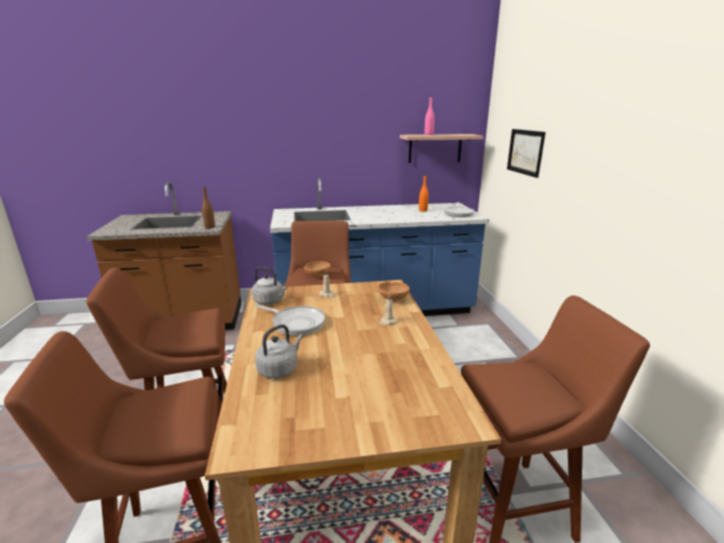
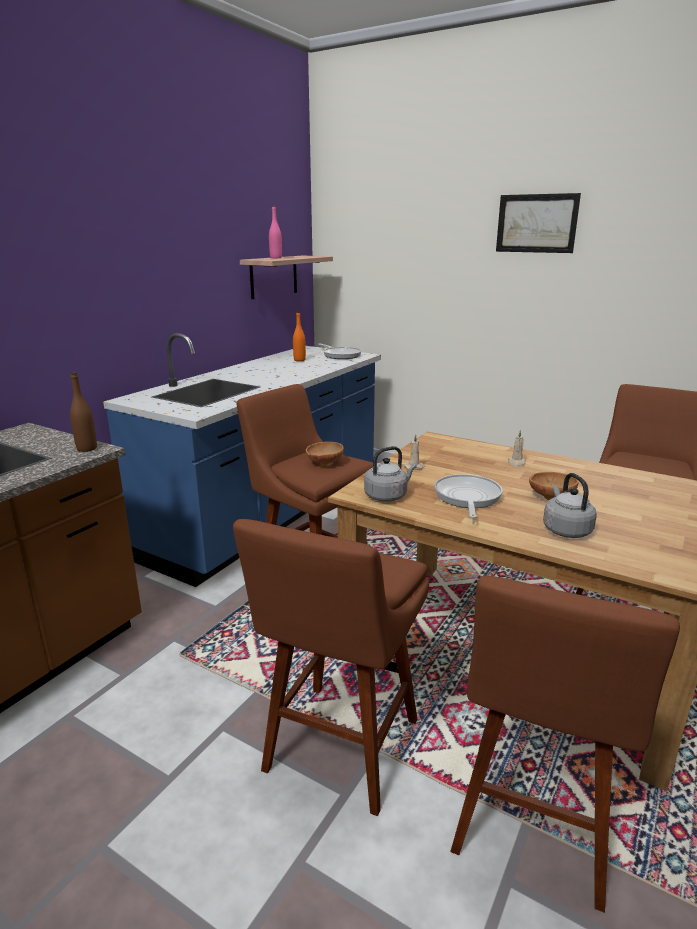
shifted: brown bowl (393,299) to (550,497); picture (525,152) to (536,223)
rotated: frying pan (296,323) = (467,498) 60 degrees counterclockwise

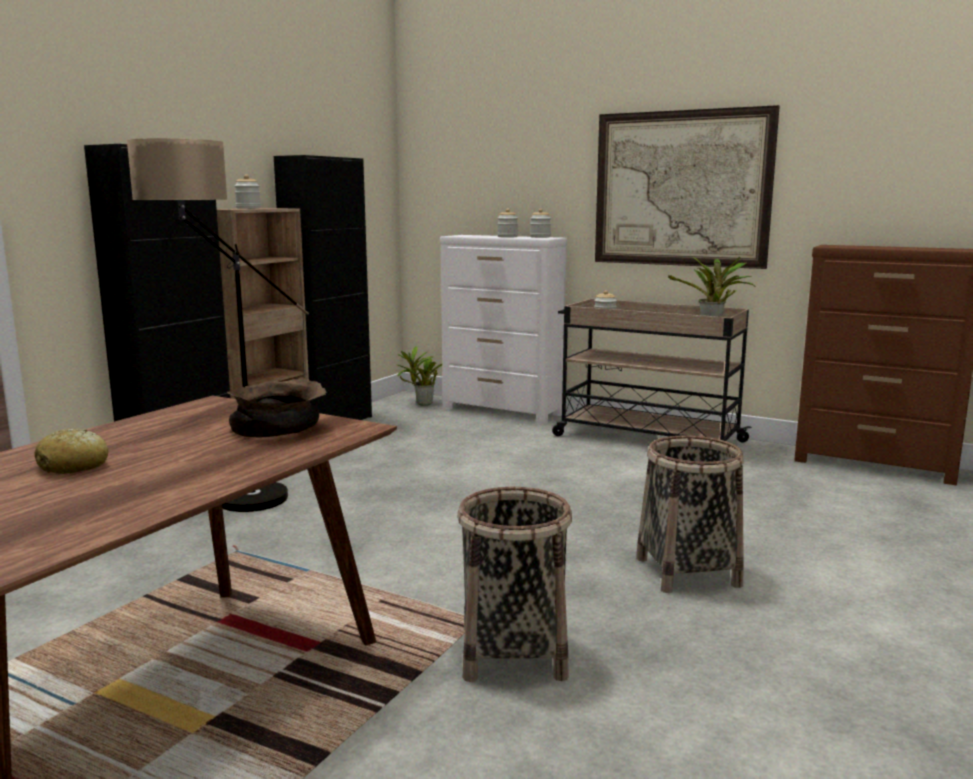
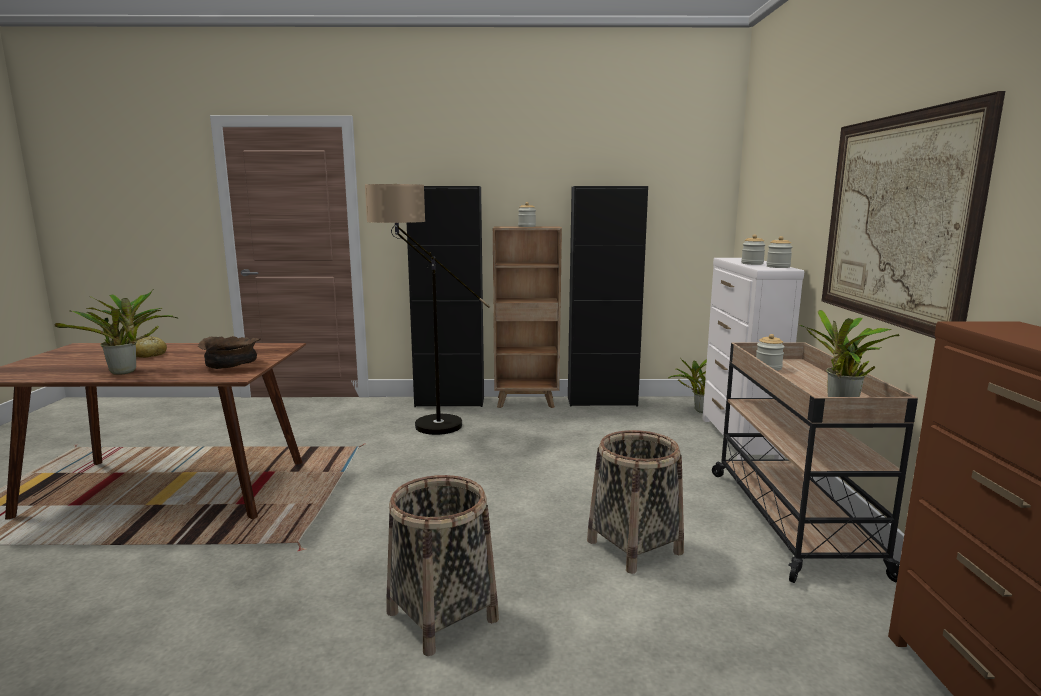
new: potted plant (127,372)
shifted: basket (513,653) to (634,547)

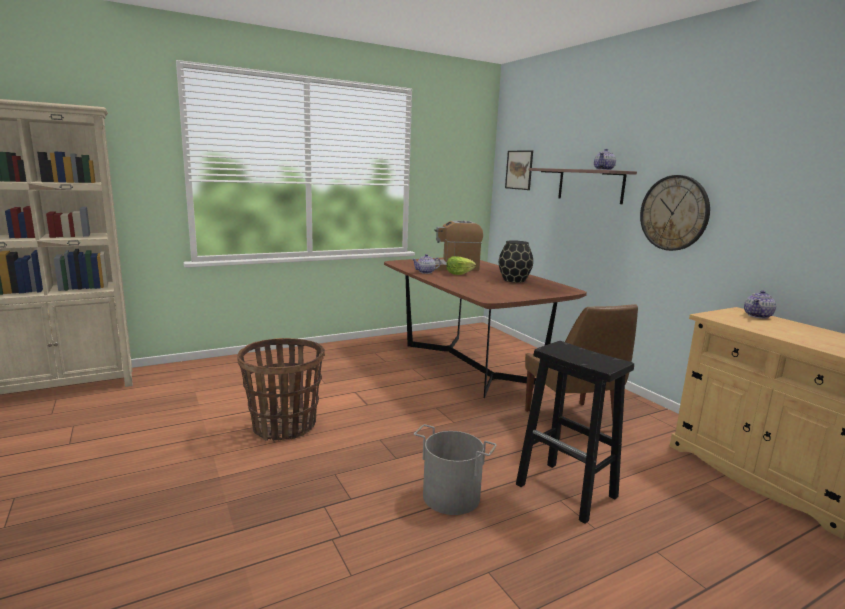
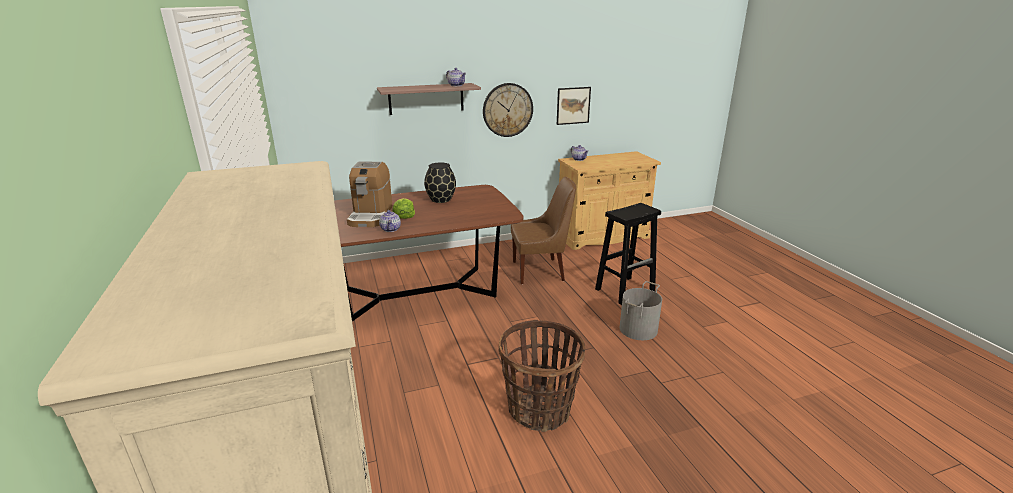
shifted: picture (519,170) to (573,105)

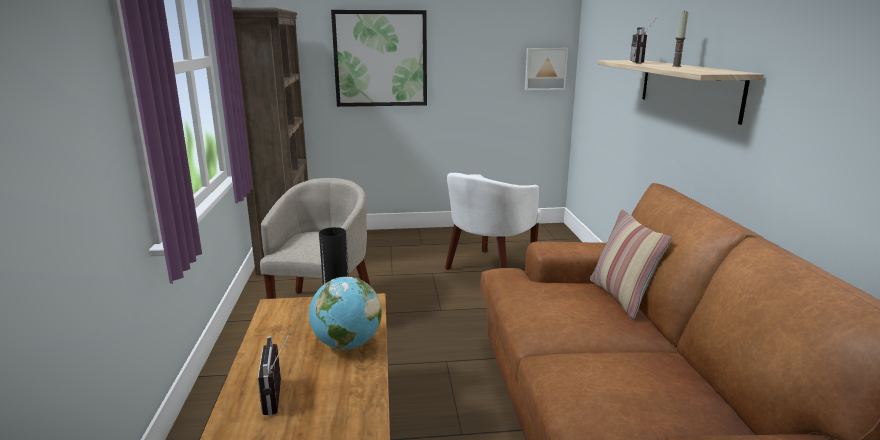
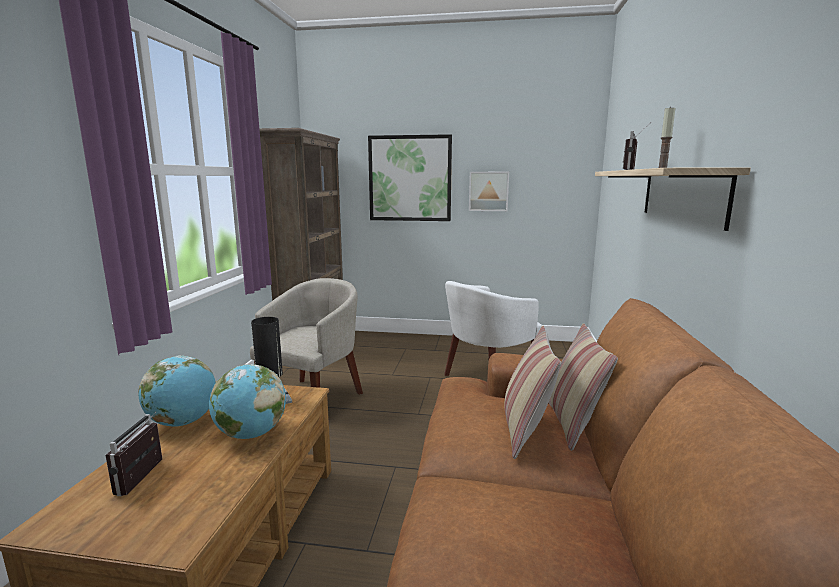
new: globe (183,422); pillow (525,430)
shifted: picture (545,68) to (488,191)

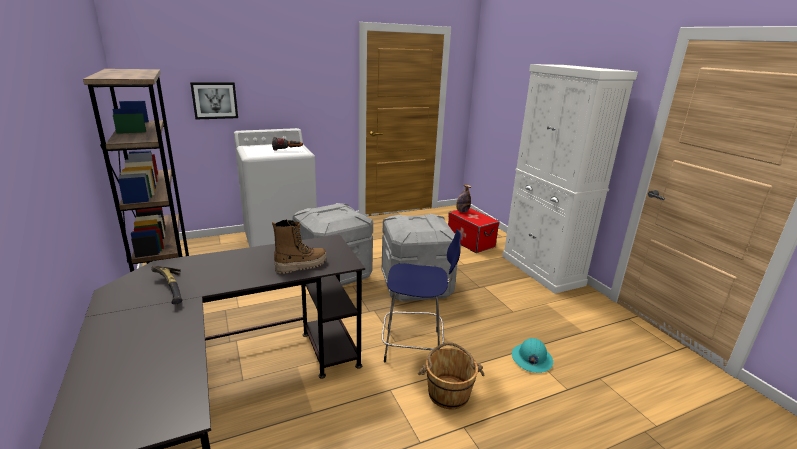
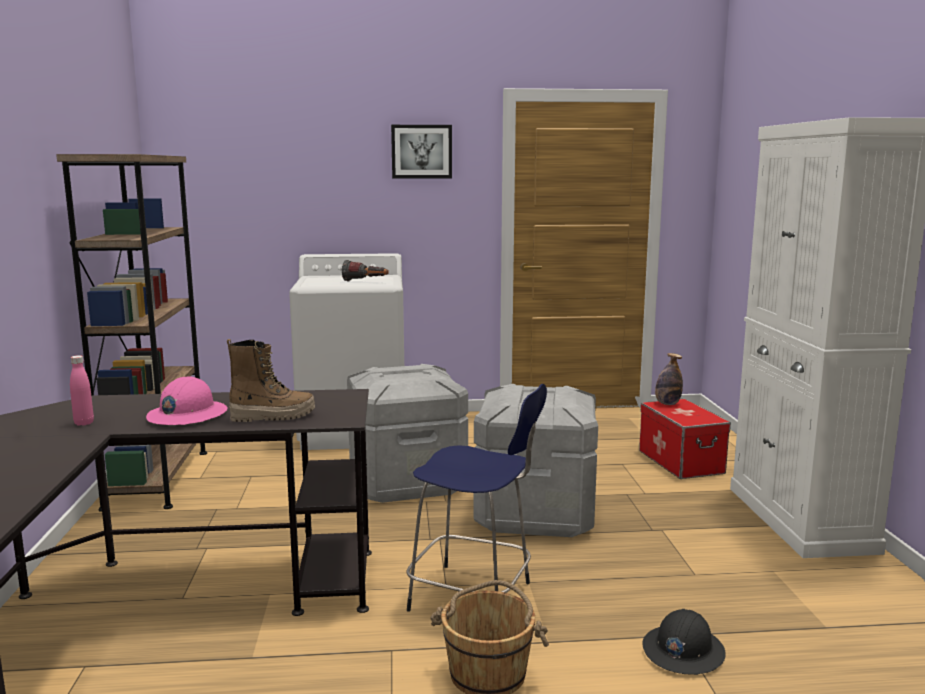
new: pink hard hat (187,415)
shifted: picture (214,100) to (421,151)
swapped: hammer (173,288) to pink bottle (84,423)
repainted: turquoise hard hat (531,359) to black hard hat (682,651)

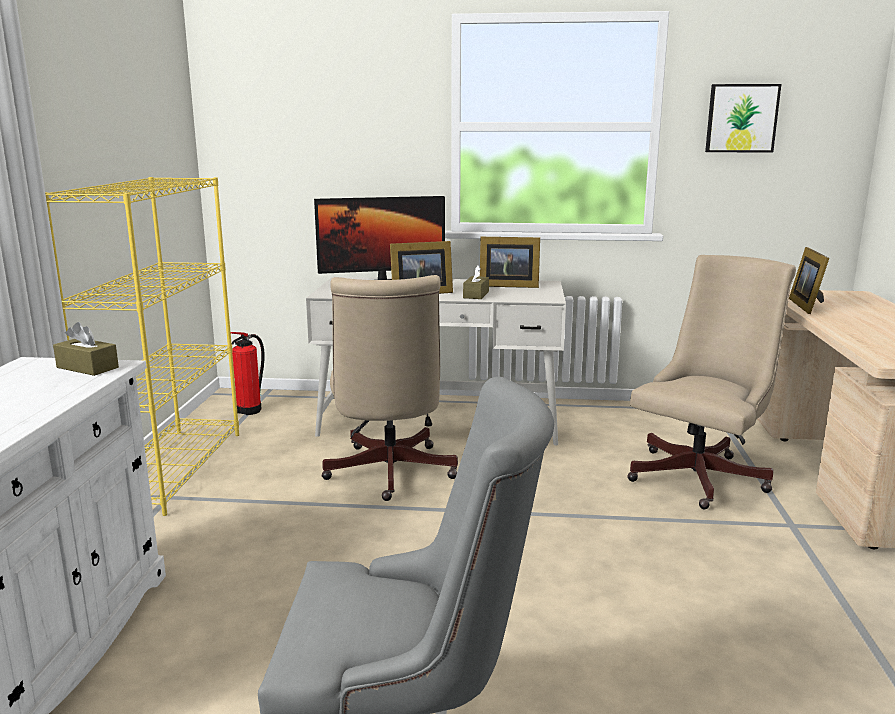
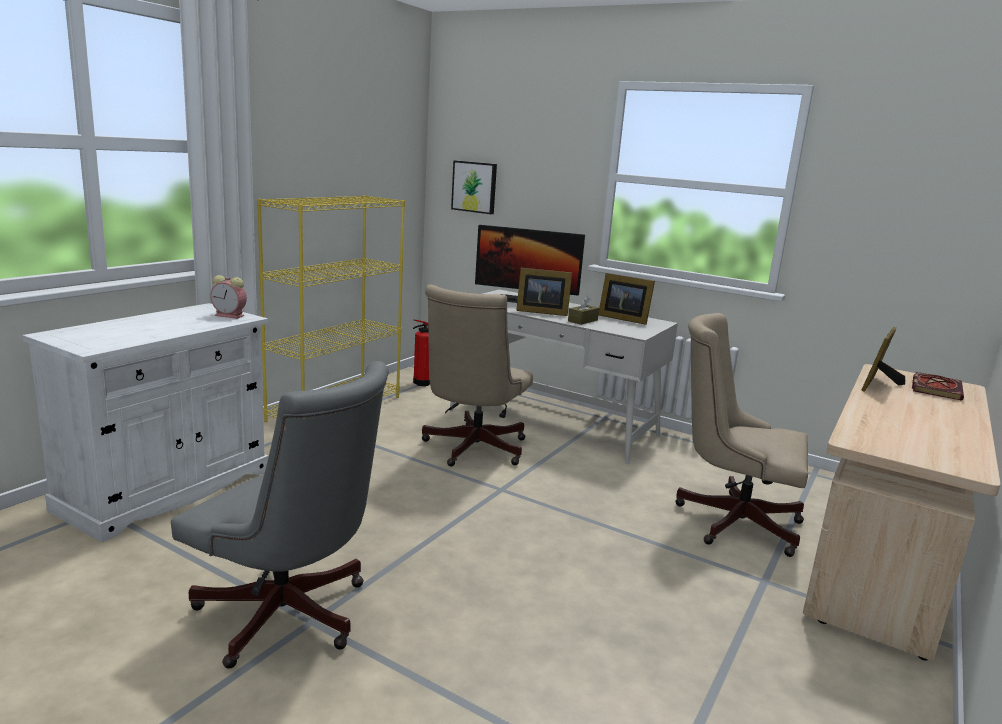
new: book (935,388)
shifted: picture (741,118) to (474,187)
swapped: brown tissue box (87,367) to alarm clock (230,316)
rotated: beige office chair (702,475) = (730,520) 135 degrees counterclockwise

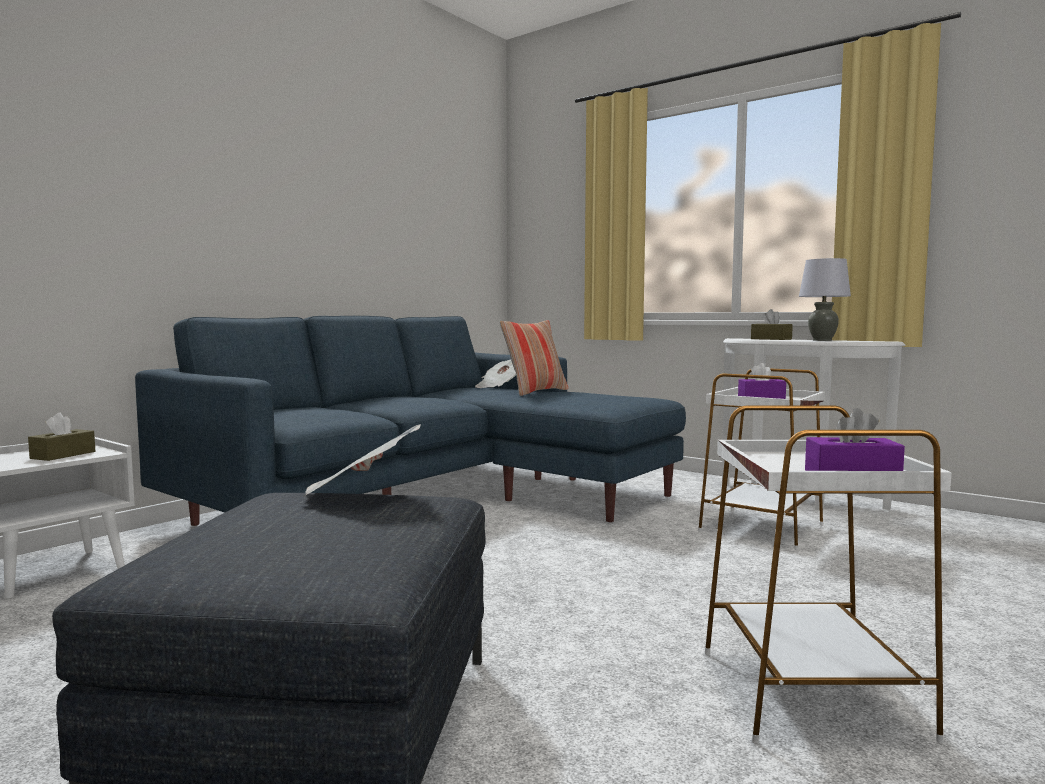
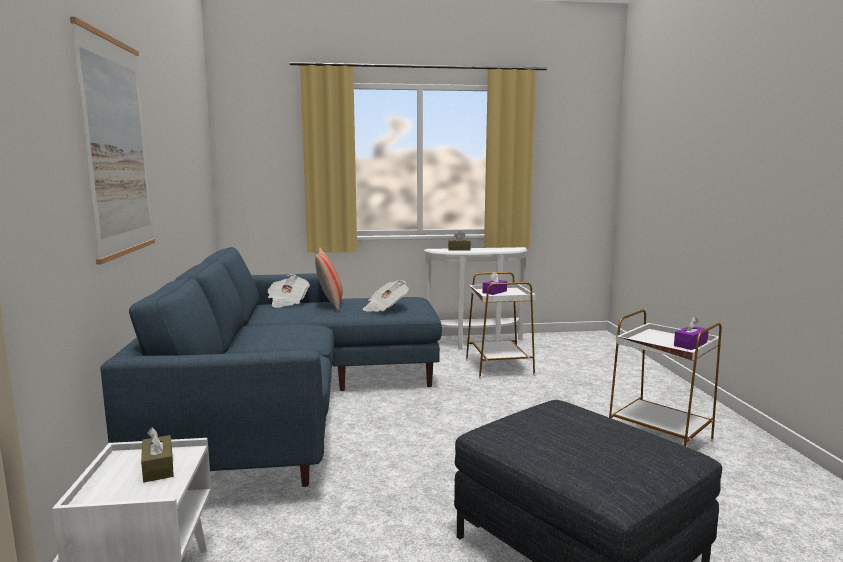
gone: grey table lamp (822,340)
new: picture (117,148)
shifted: newspaper (359,494) to (385,308)

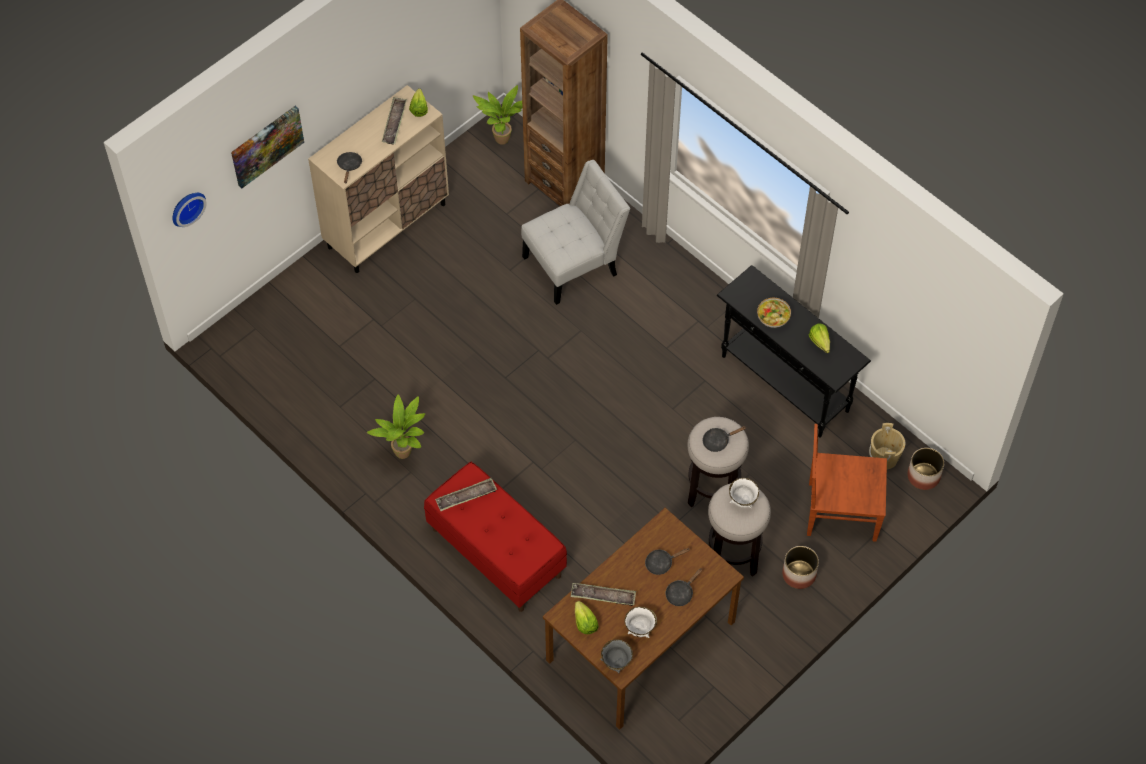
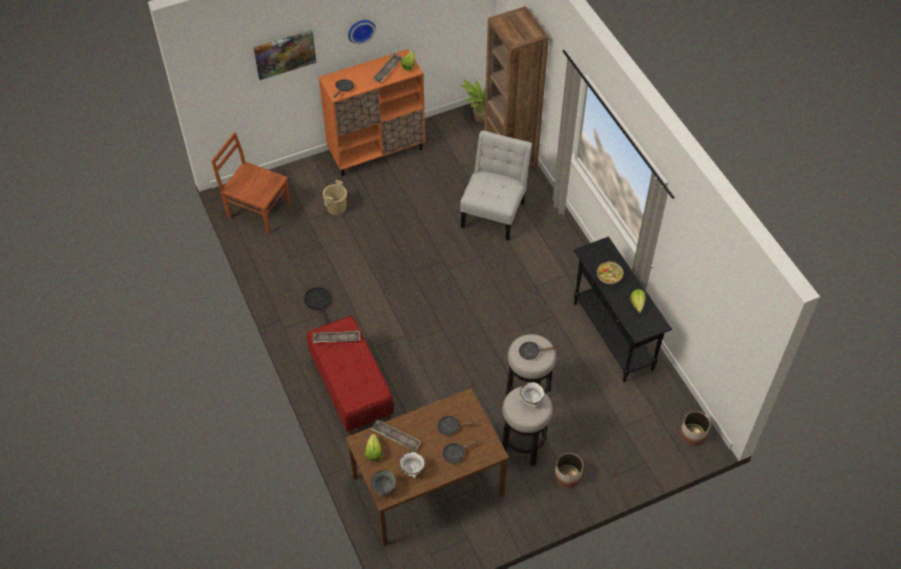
shifted: wall clock (186,207) to (360,30); brown chair (839,511) to (257,210); beige bucket (884,458) to (336,207)
swapped: potted plant (405,454) to black frying pan (319,303)
repainted: beige cabinet (387,225) to orange cabinet (377,151)
rotated: white chair (575,263) = (494,211) 60 degrees counterclockwise

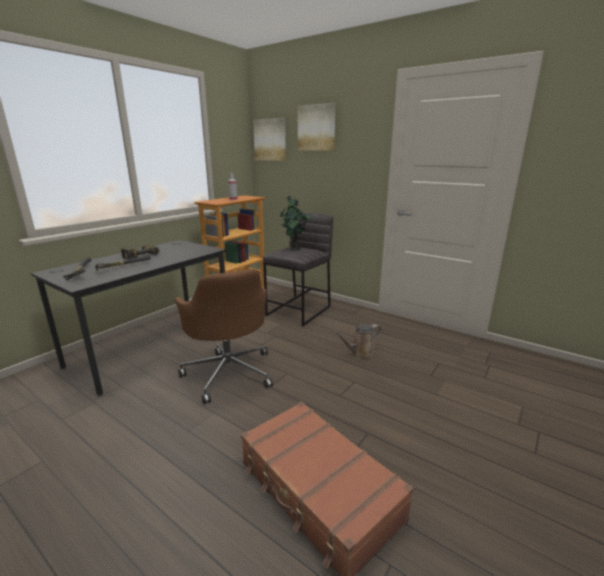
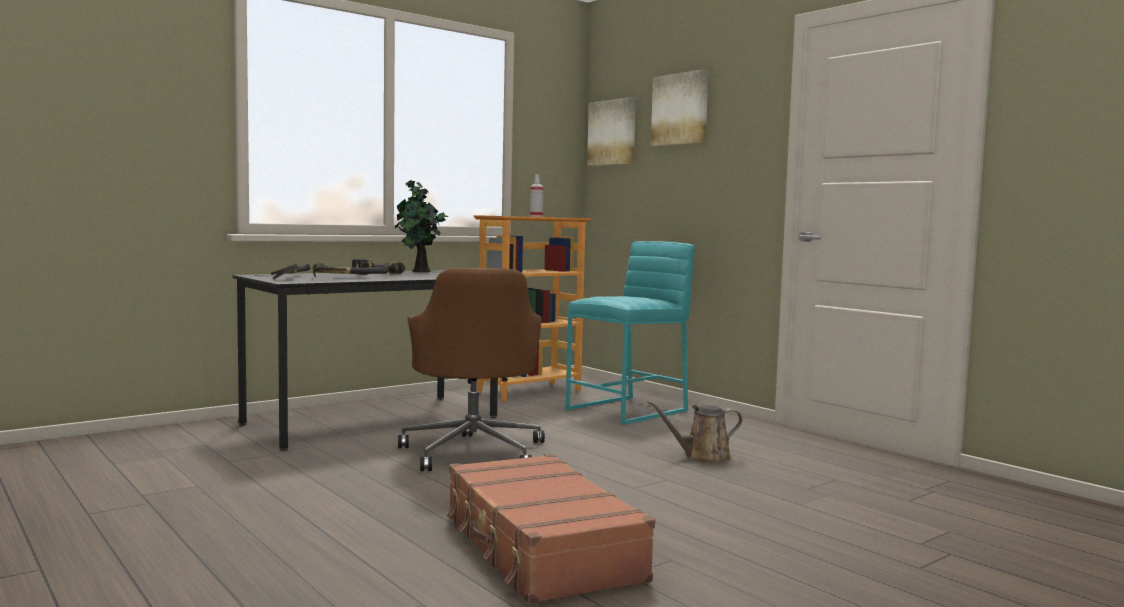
shifted: potted plant (294,249) to (419,271)
repainted: grey stool (299,311) to turquoise stool (628,410)

